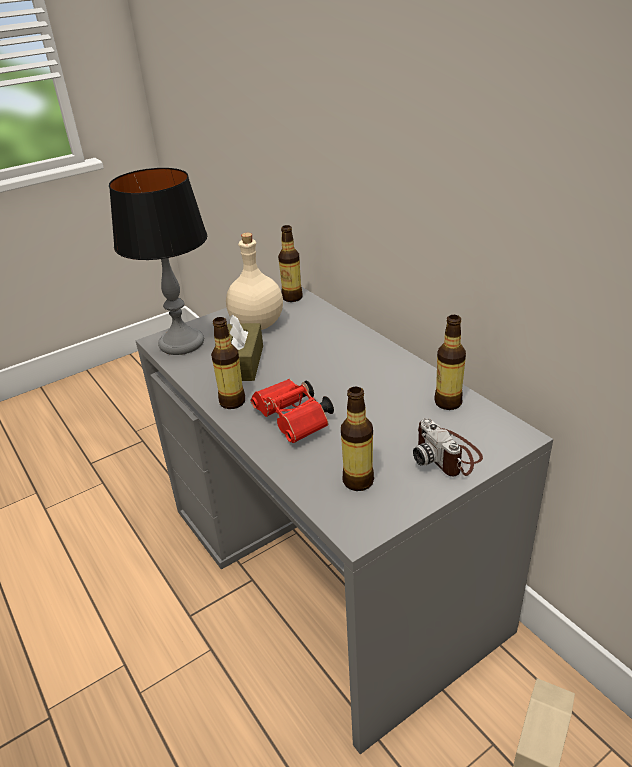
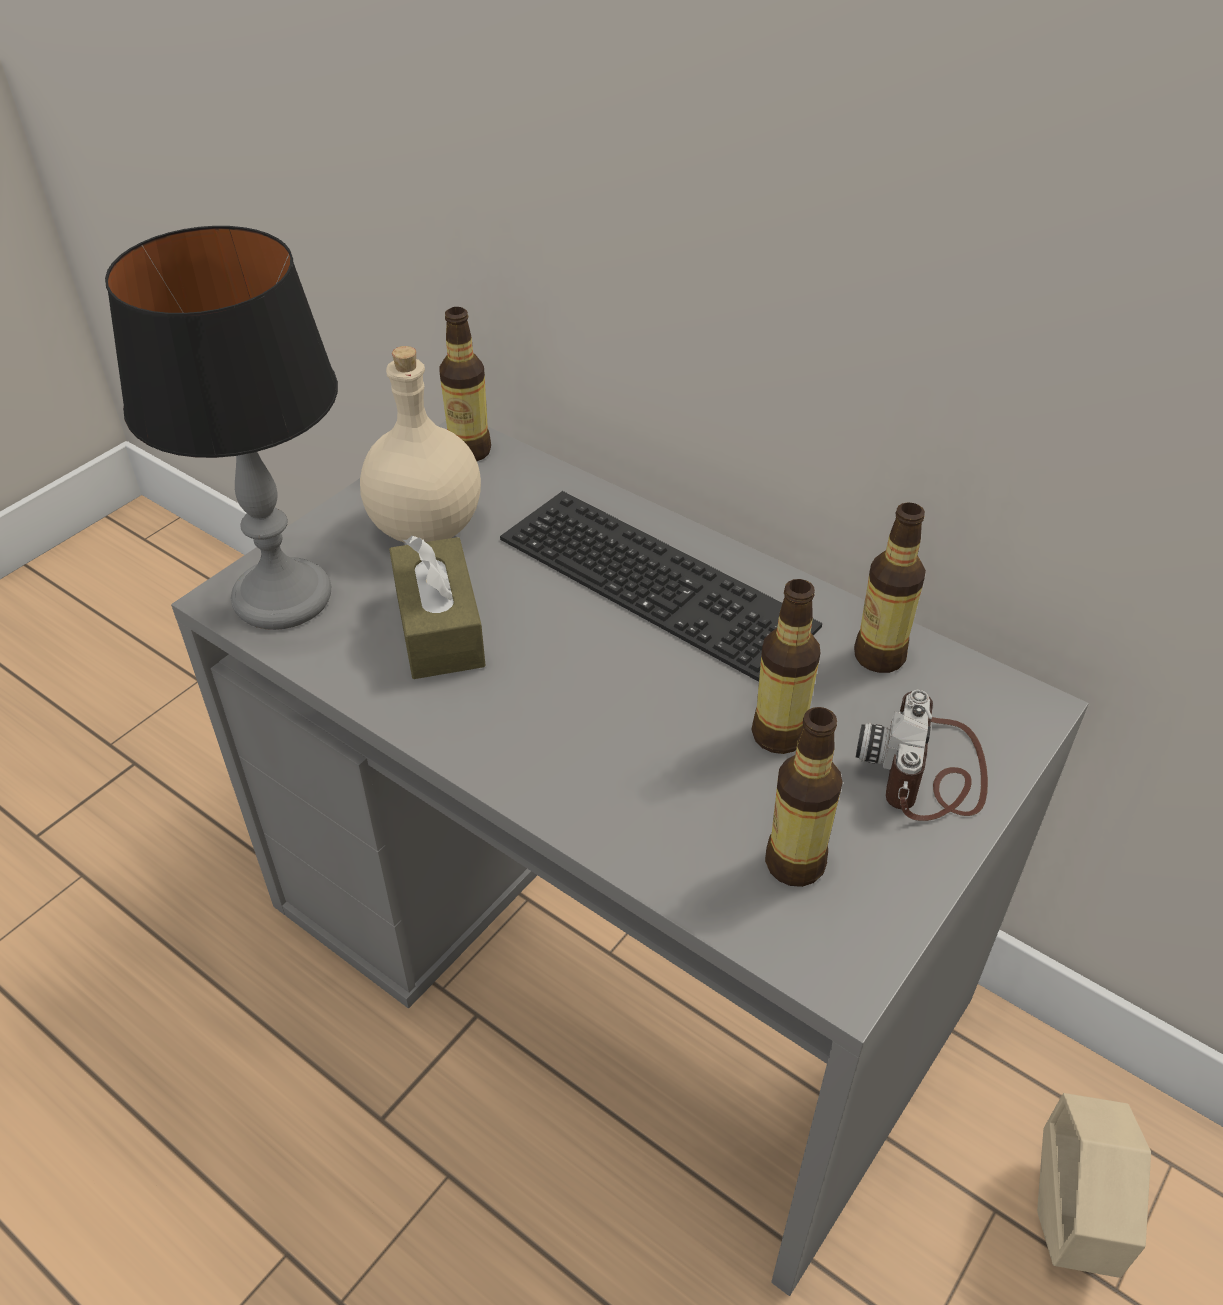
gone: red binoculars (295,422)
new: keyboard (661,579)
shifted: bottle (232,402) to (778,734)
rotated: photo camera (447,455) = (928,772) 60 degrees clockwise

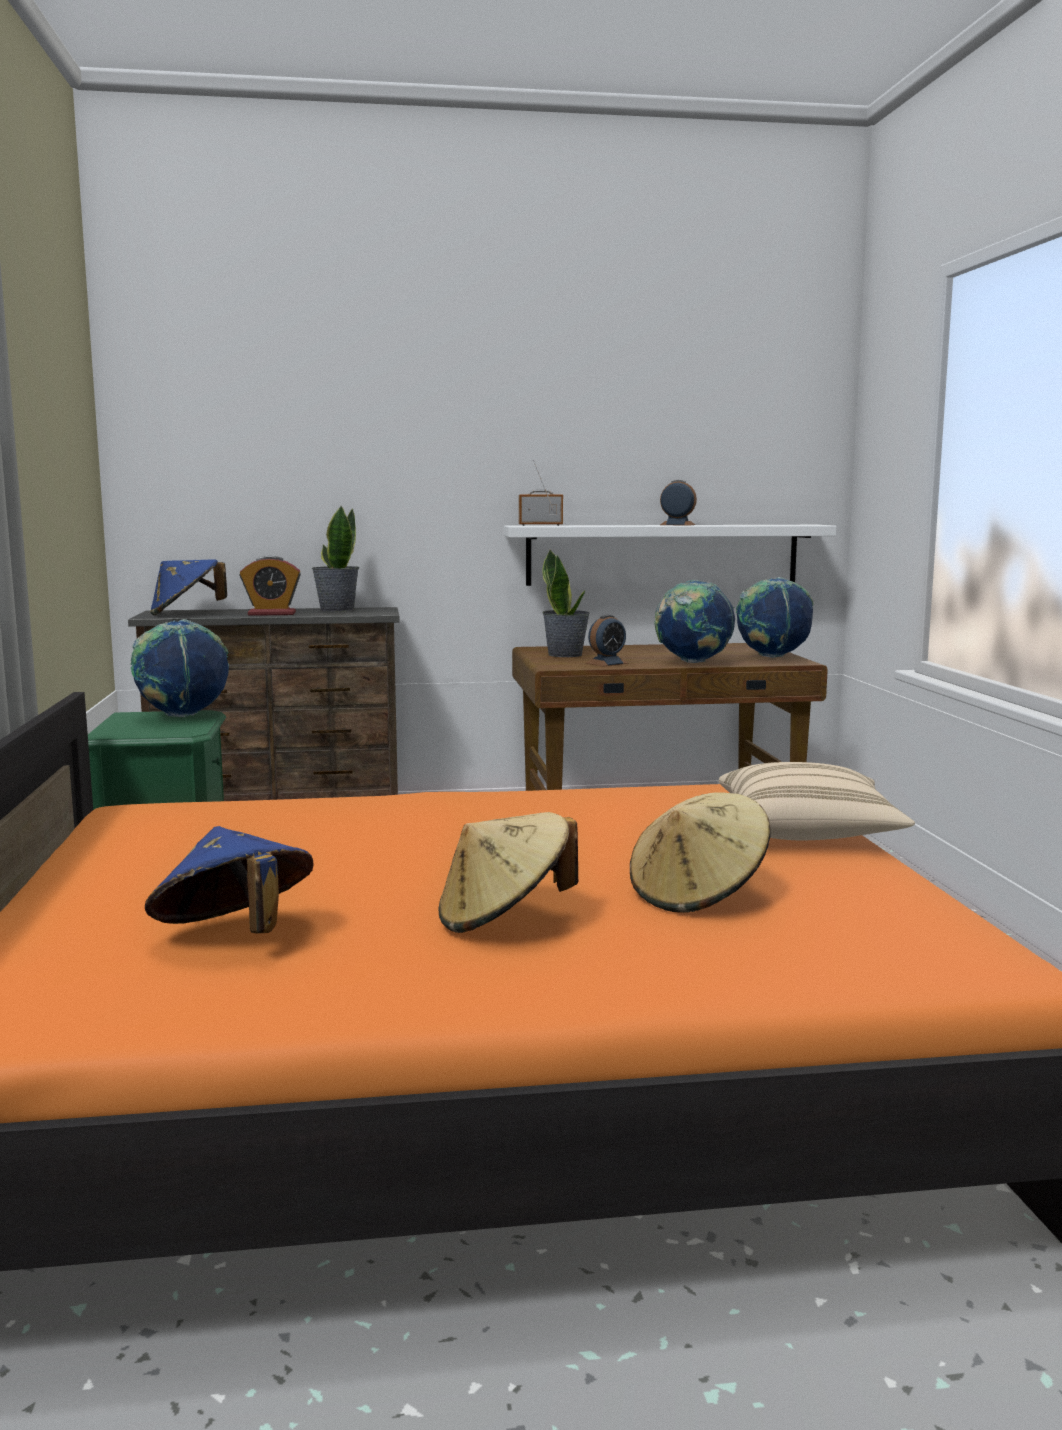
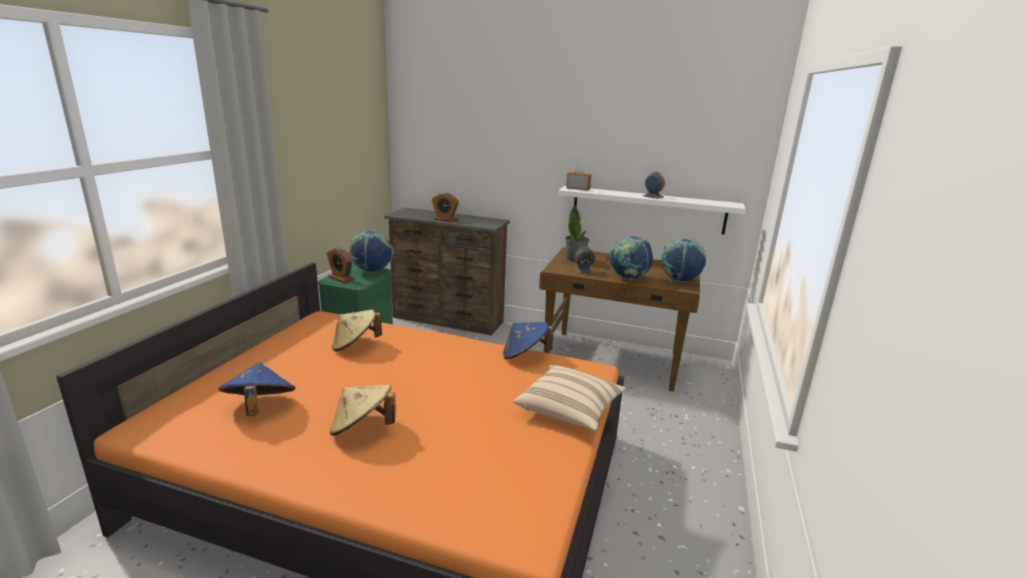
gone: potted plant (336,610)
new: alarm clock (341,278)
shifted: blue hat (186,613) to (525,356); beige hat (698,895) to (355,345)

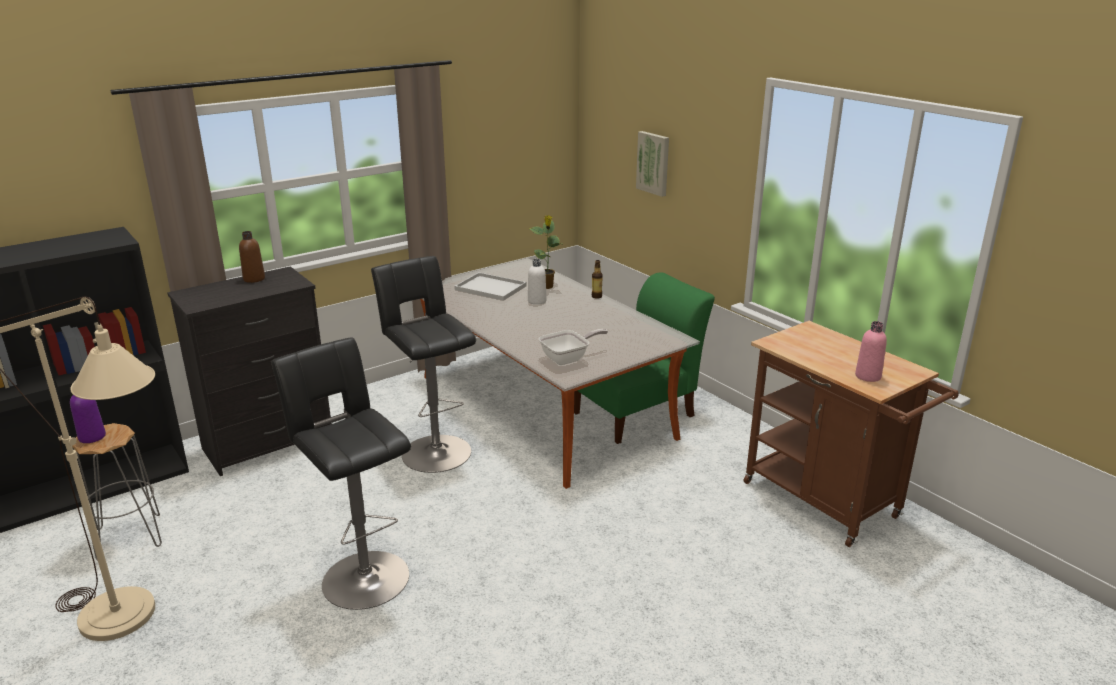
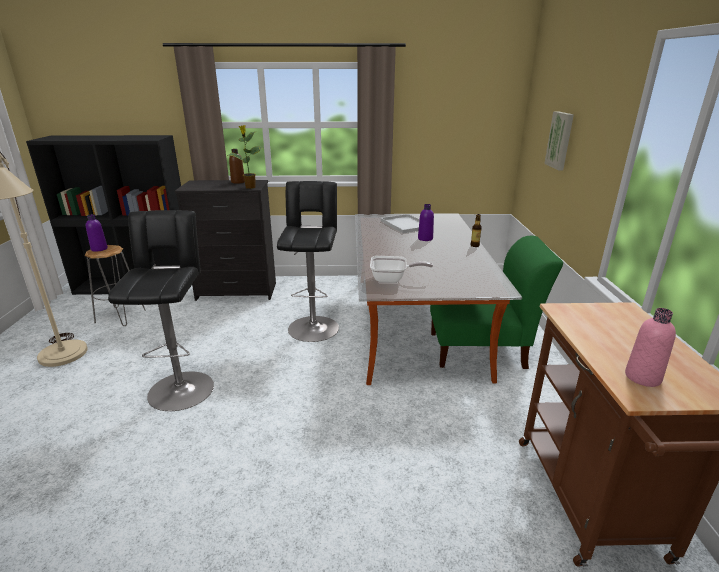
shifted: potted plant (547,287) to (250,187)
repainted: white bottle (537,301) to purple bottle (425,238)

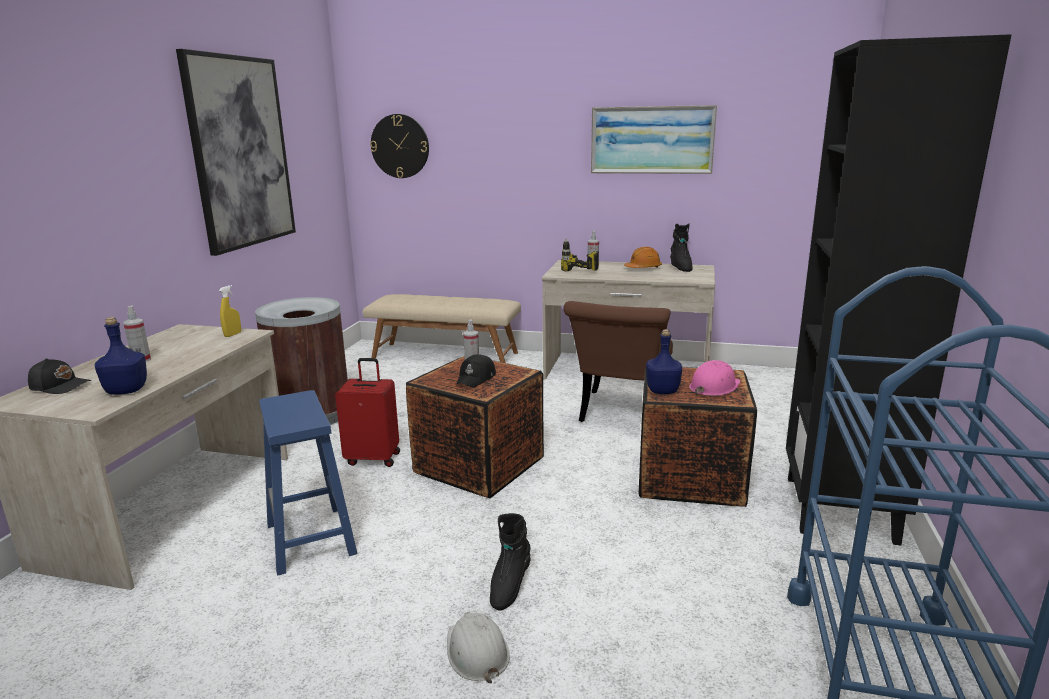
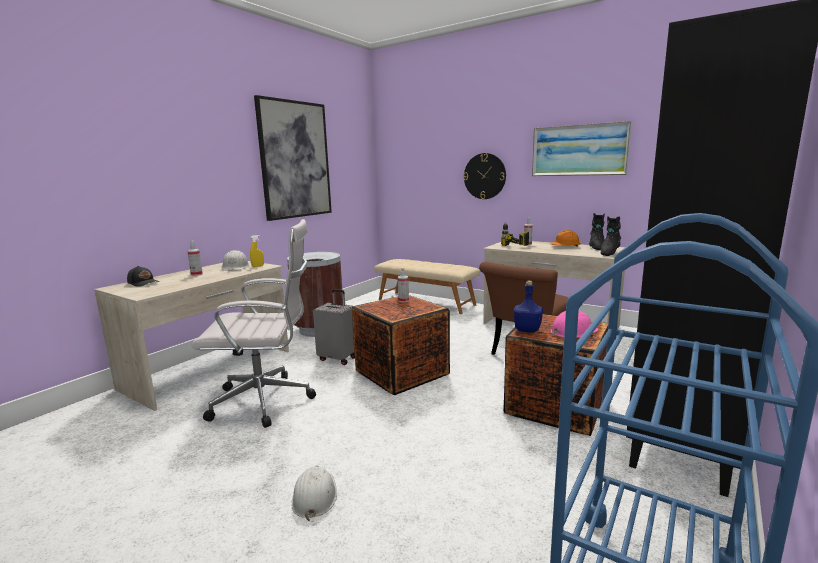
gone: blue bottle (125,391); black cap (476,378)
new: white hard hat (235,267)
shifted: wall clock (400,146) to (484,176); black boot (509,586) to (609,253)
swapped: blue stool (311,539) to white office chair (267,401)
repainted: red suitcase (373,458) to grey suitcase (338,358)

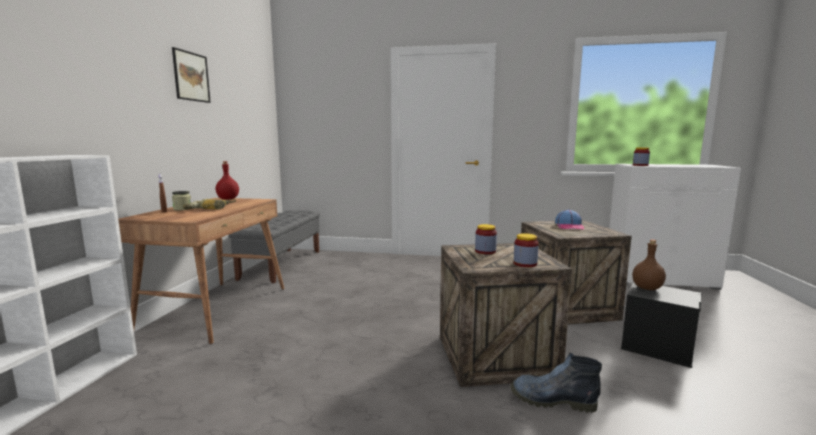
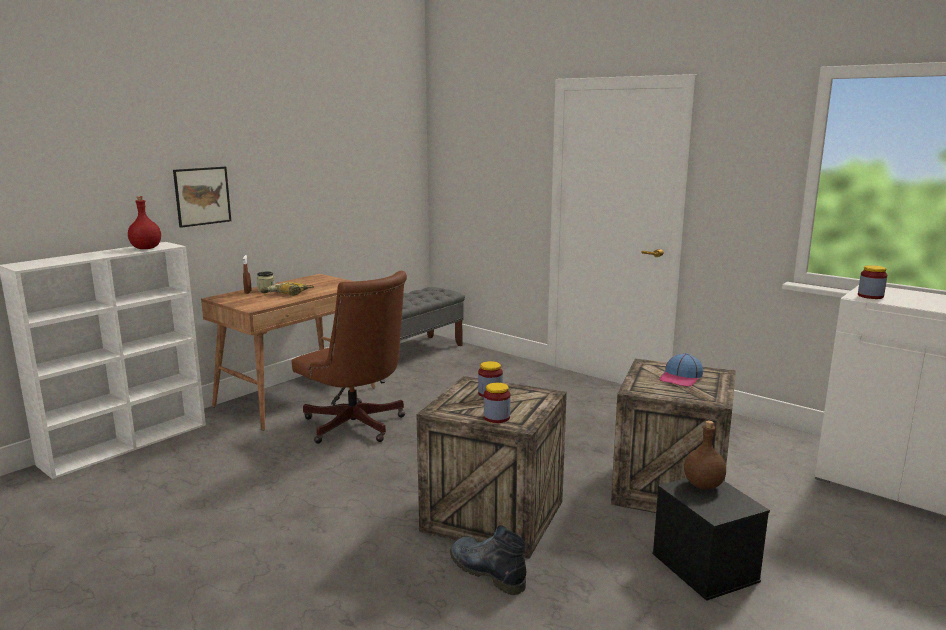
new: brown office chair (356,427)
shifted: picture (191,76) to (202,196); red bottle (228,199) to (145,248)

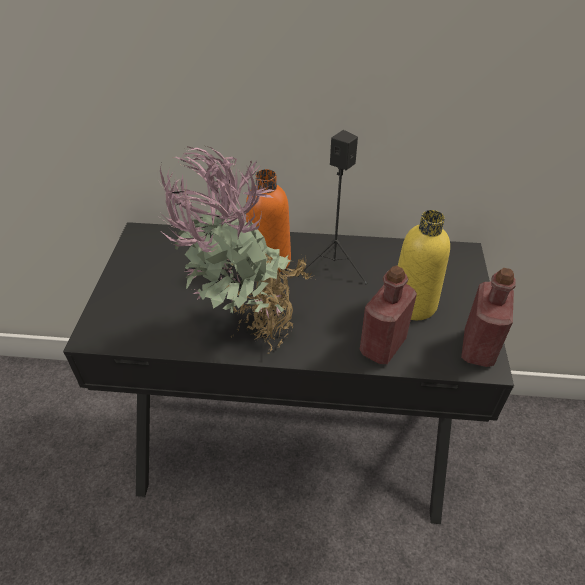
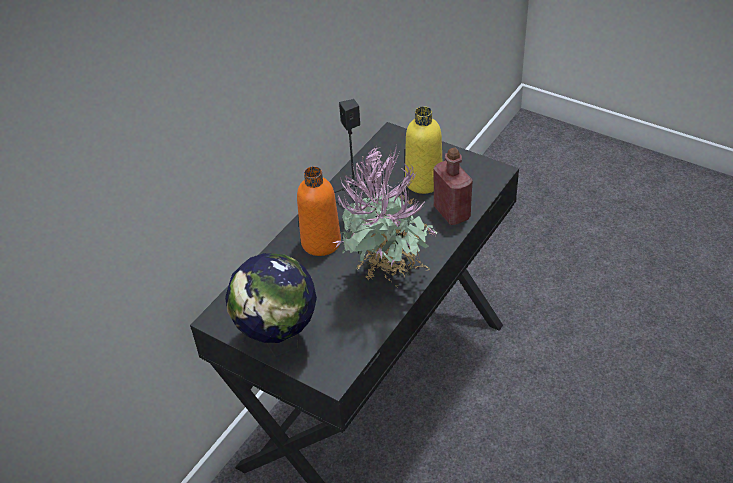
gone: red bottle (478,348)
new: globe (279,341)

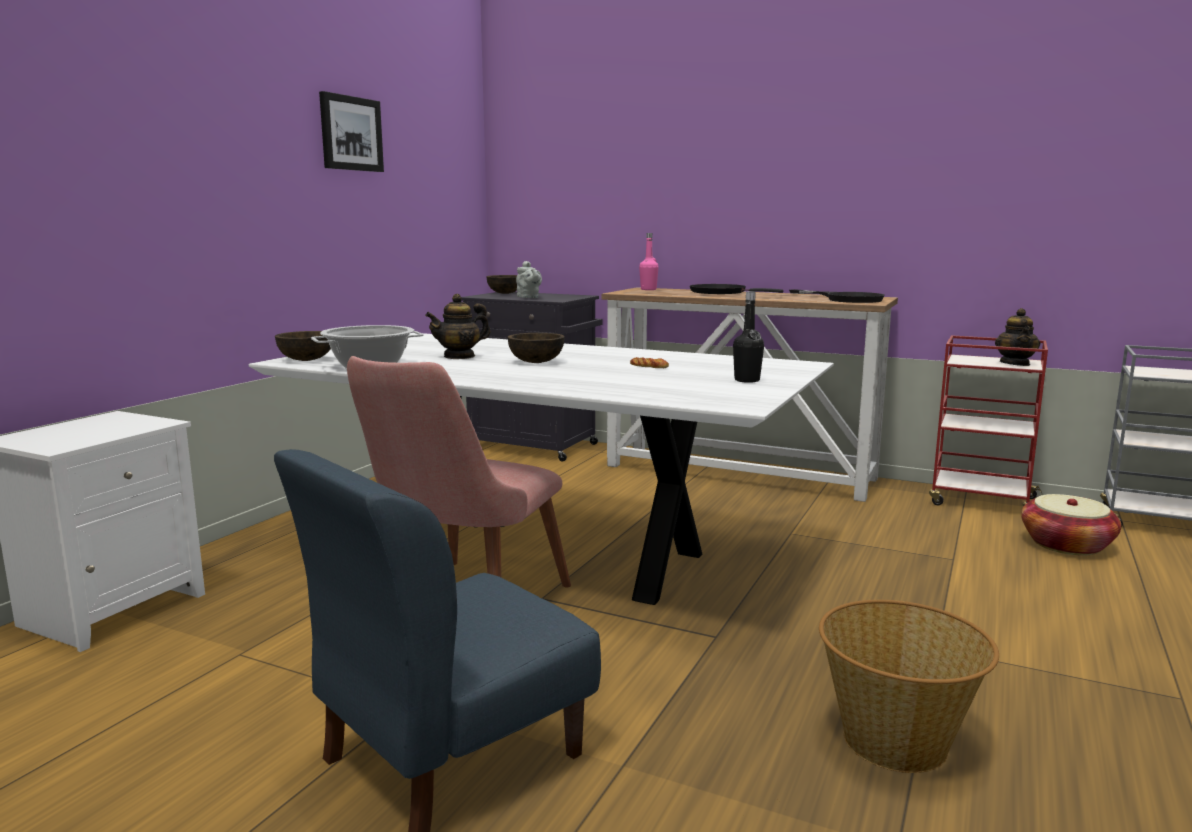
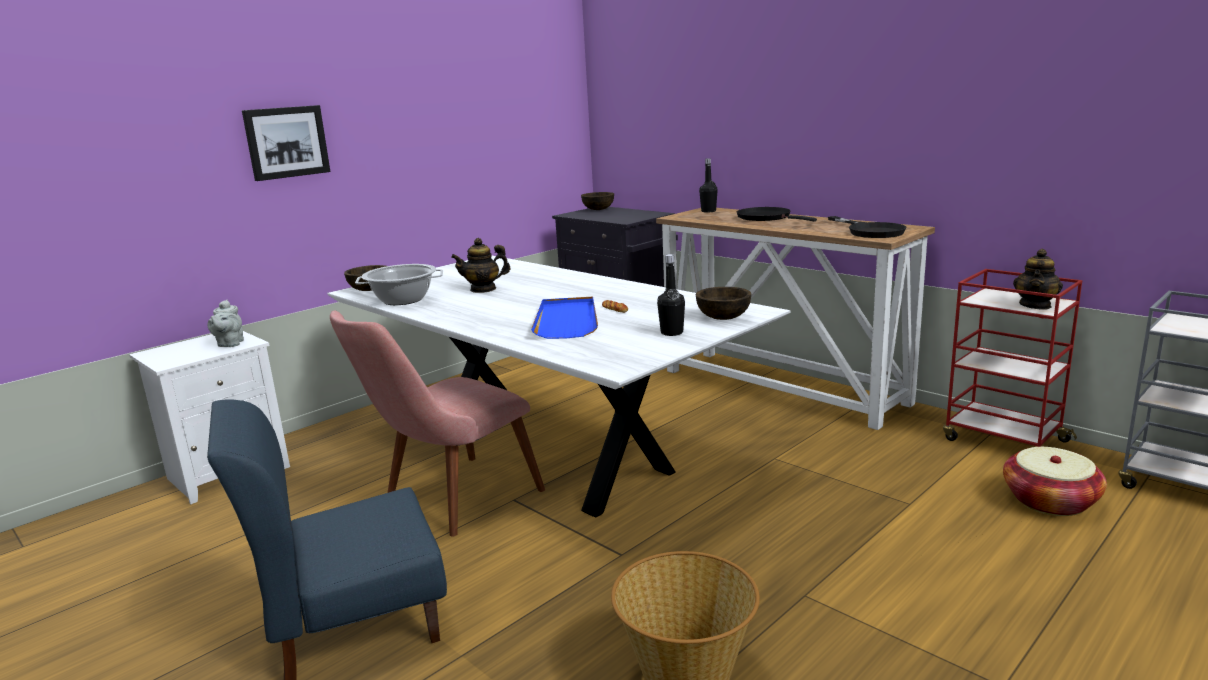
new: blue tray (567,321)
shifted: picture (350,133) to (286,142); brown bowl (536,362) to (723,318); grey teapot (528,297) to (230,344)
repainted: pink bottle (648,289) to black bottle (708,211)

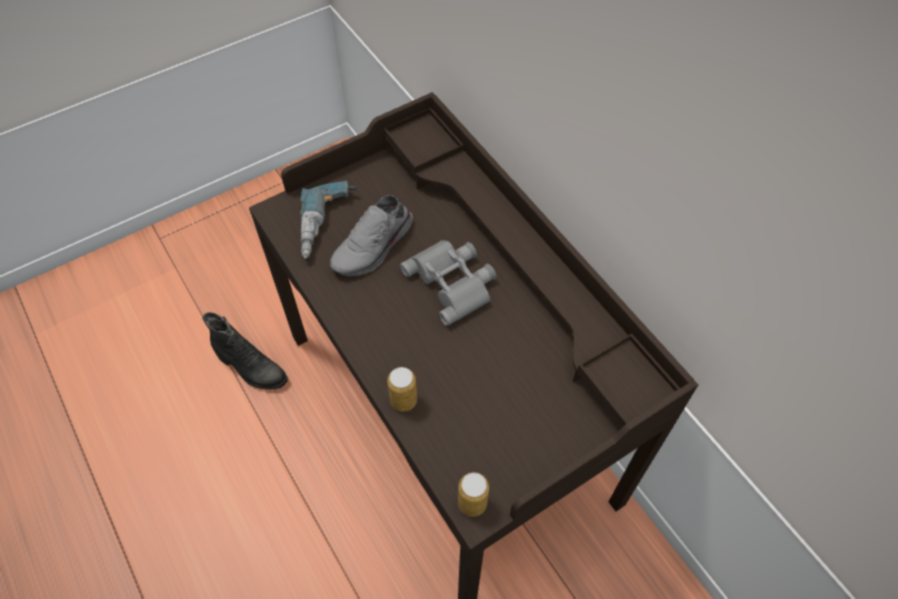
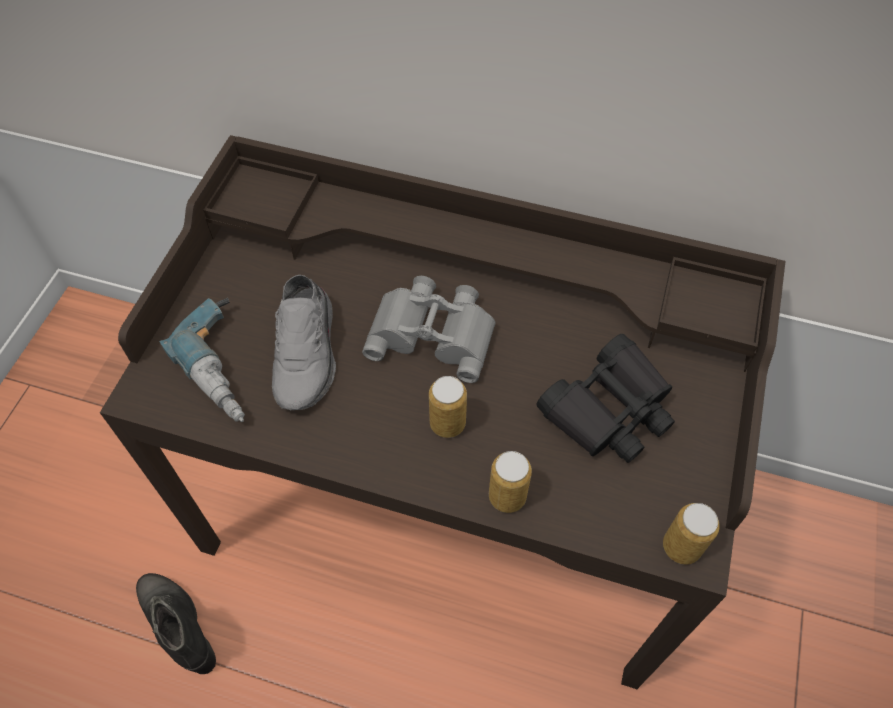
new: can (447,423); black binoculars (609,410)
rotated: black boot (251,369) = (180,624) 120 degrees counterclockwise

